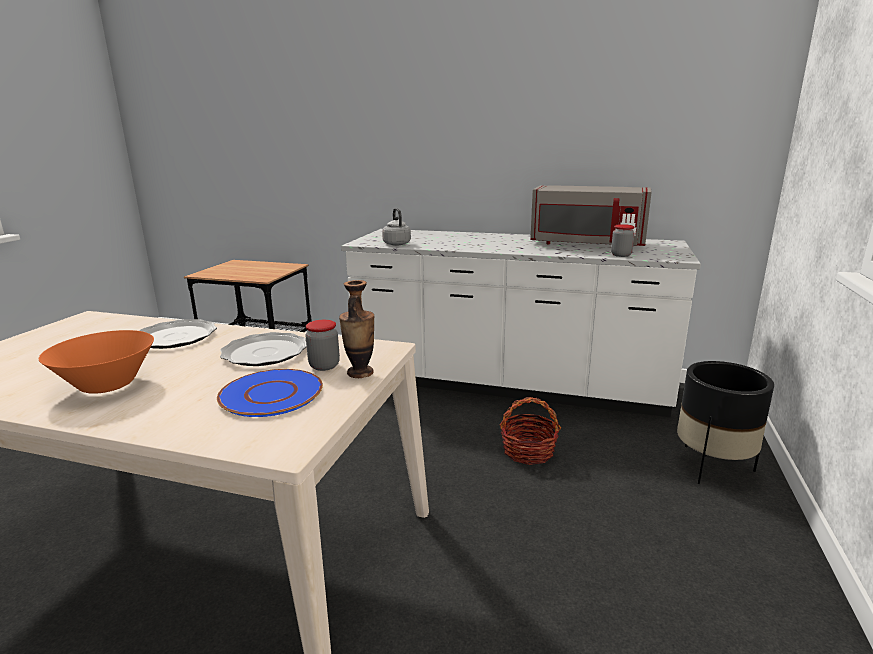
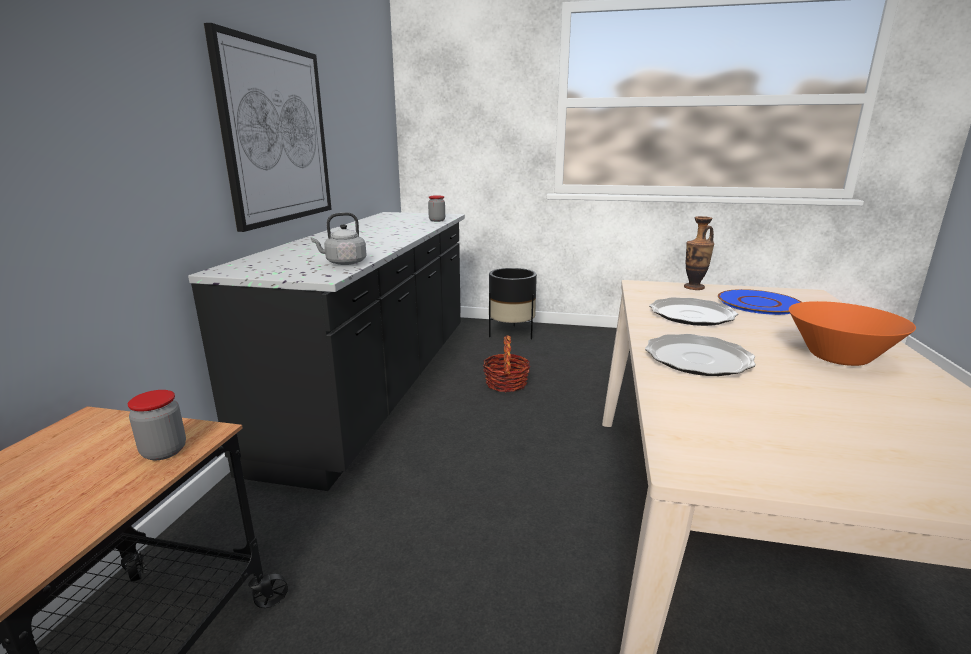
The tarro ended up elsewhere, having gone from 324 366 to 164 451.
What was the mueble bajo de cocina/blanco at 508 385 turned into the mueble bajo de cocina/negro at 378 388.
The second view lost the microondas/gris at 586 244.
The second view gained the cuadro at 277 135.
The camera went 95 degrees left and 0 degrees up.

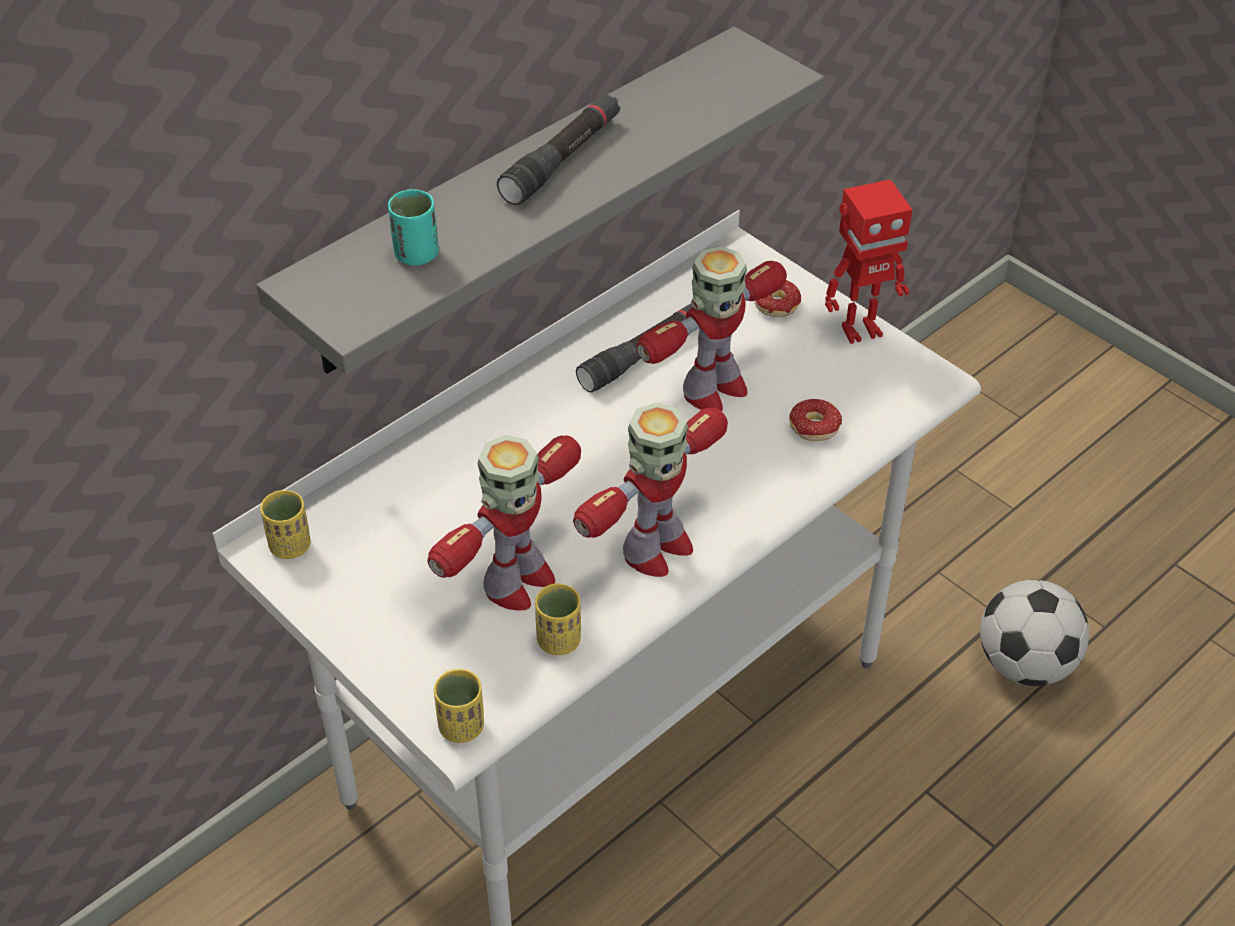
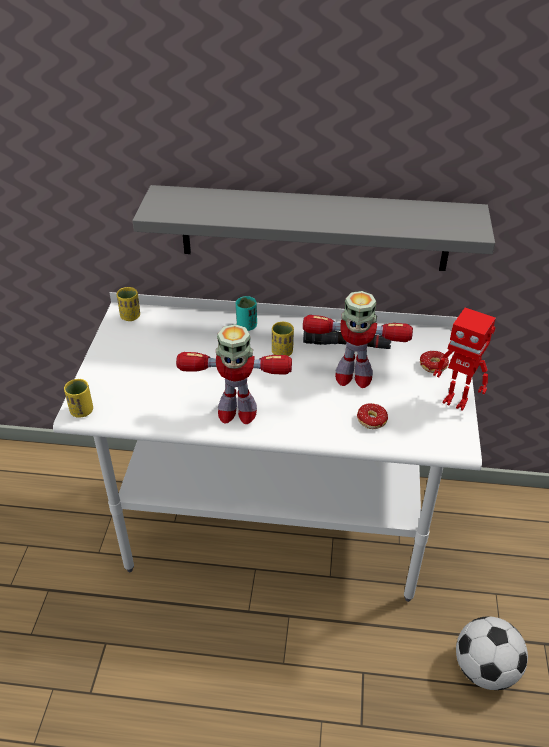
The taza/turquesa ended up elsewhere, having gone from 416 255 to 246 326.
The second view lost the robot de juguete at 517 583.
The second view lost the linterna/negro at 562 160.
The taza/amarillo ended up elsewhere, having gone from 559 641 to 282 352.
The camera went 50 degrees right and 5 degrees down.

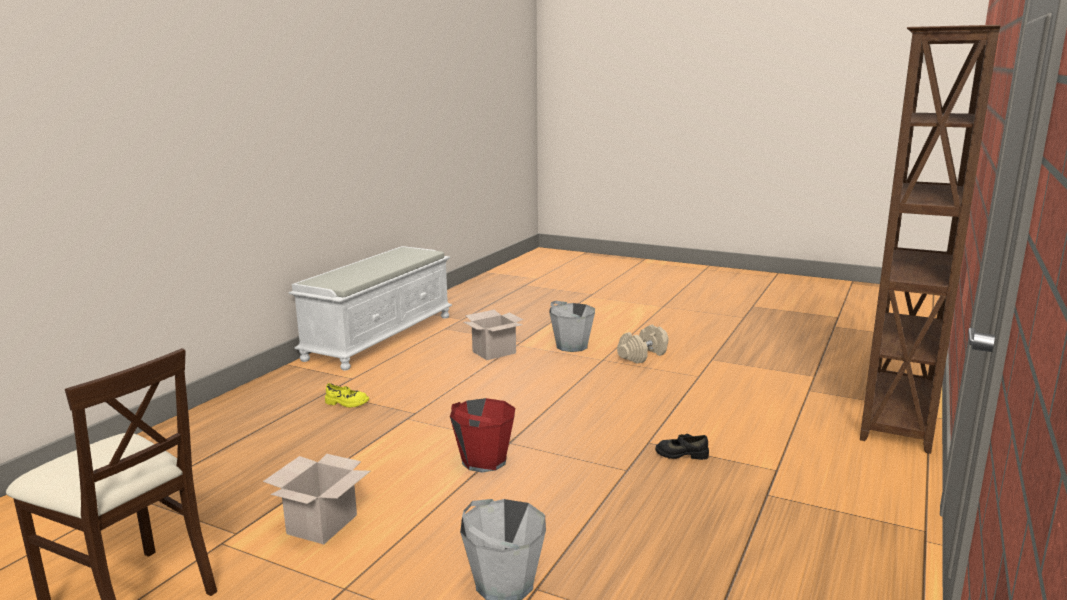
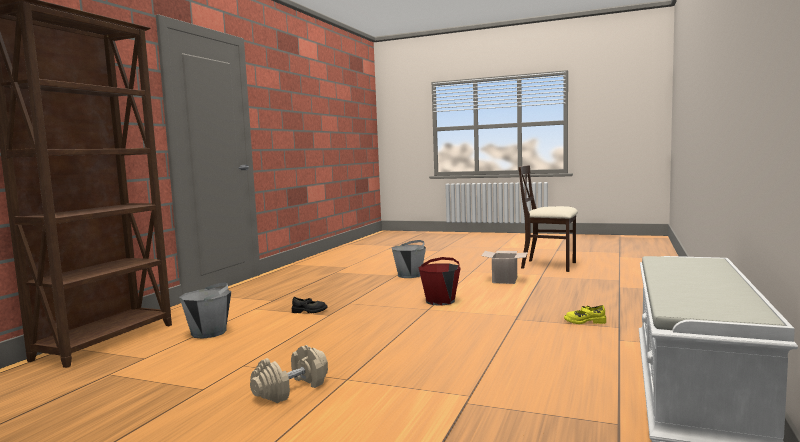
The second view lost the caja de cartón at 493 353.
The cubo/gris ended up elsewhere, having gone from 571 346 to 209 332.
The camera went 175 degrees right and 10 degrees down.

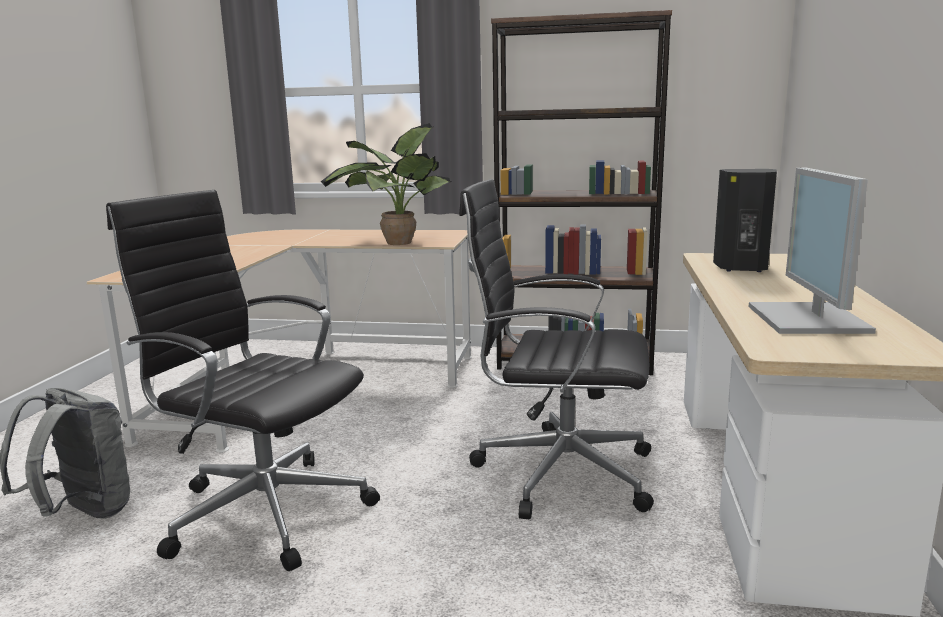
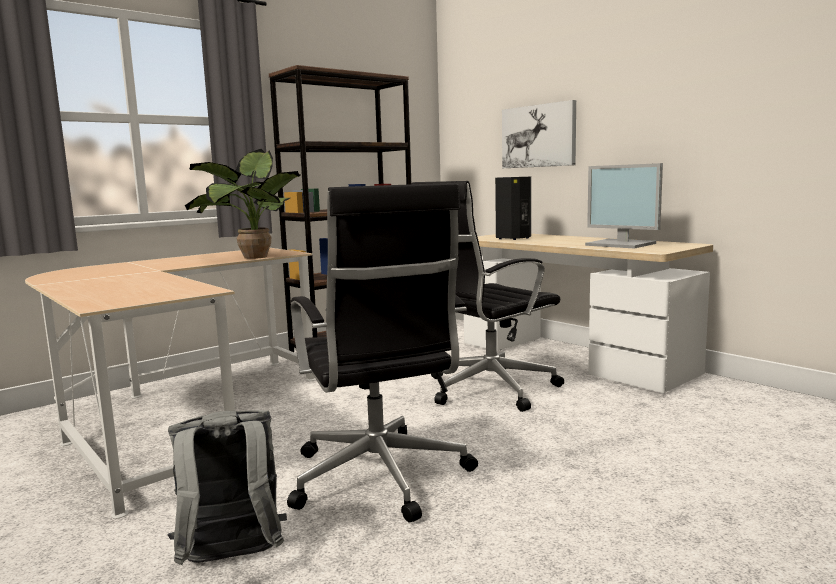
The silla de oficina/negro at 264 510 ended up facing another way, 90 degrees counterclockwise from before.
The second view gained the cuadro at 539 136.
The camera went 50 degrees left and 5 degrees down.

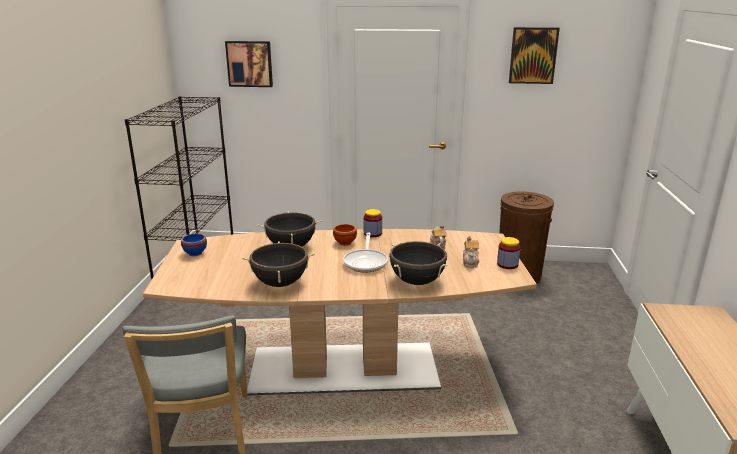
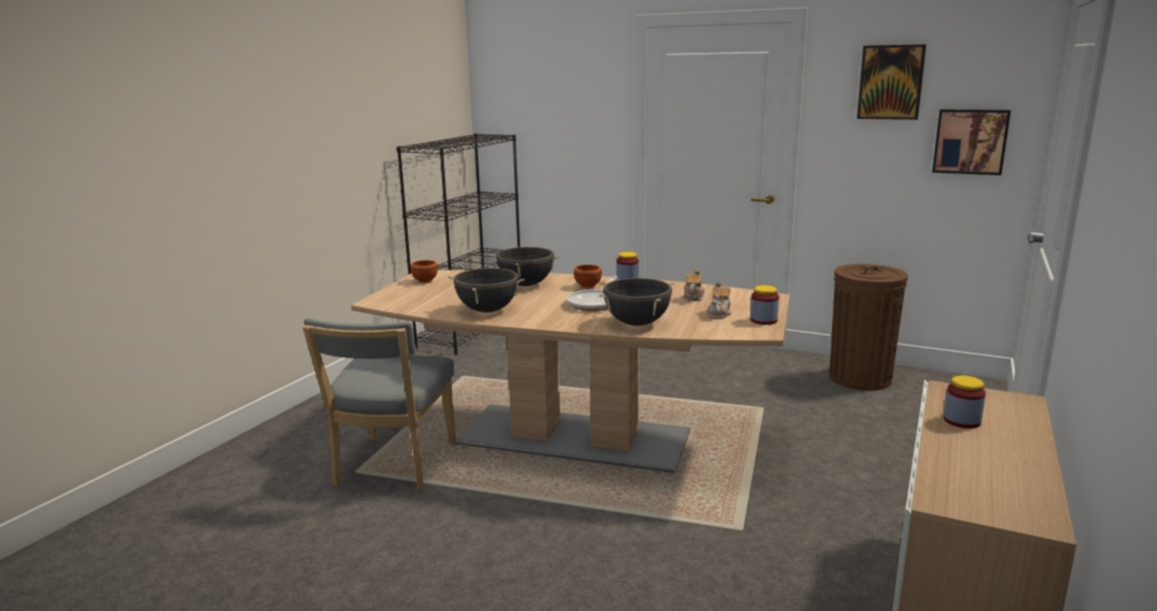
What was the cuenco/azul at 194 254 turned into the cuenco/marrón at 424 281.
The cuadro ended up elsewhere, having gone from 250 63 to 970 141.
The second view gained the tarro at 961 421.
The camera went 20 degrees right and 5 degrees down.

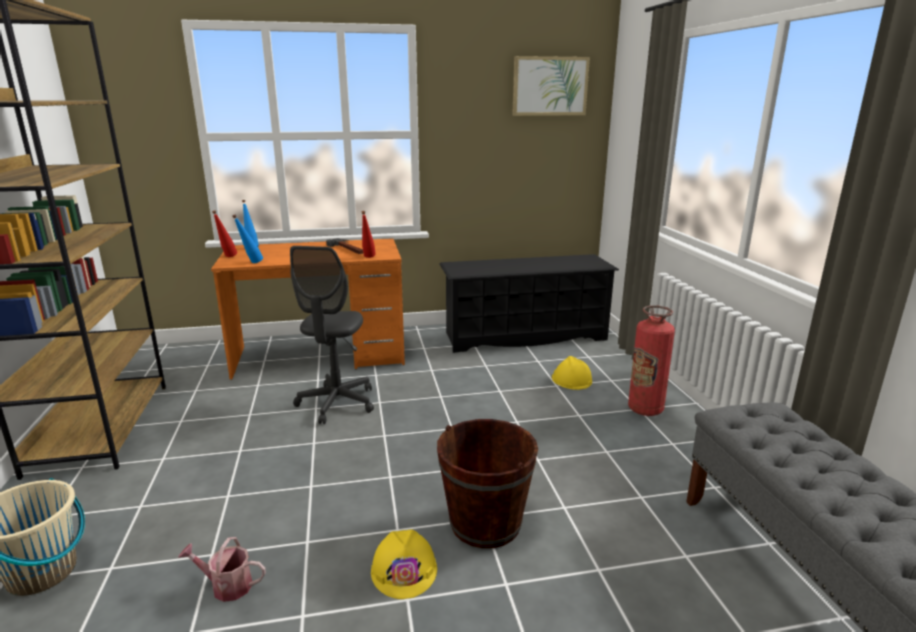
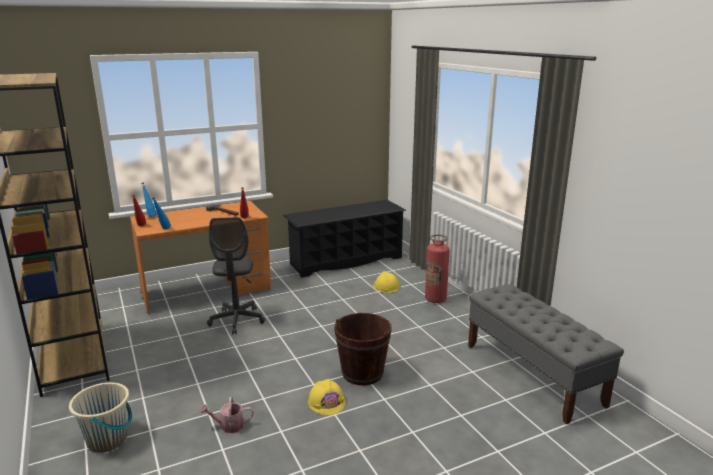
The second view lost the cuadro at 550 86.
The camera went 15 degrees left and 0 degrees up.

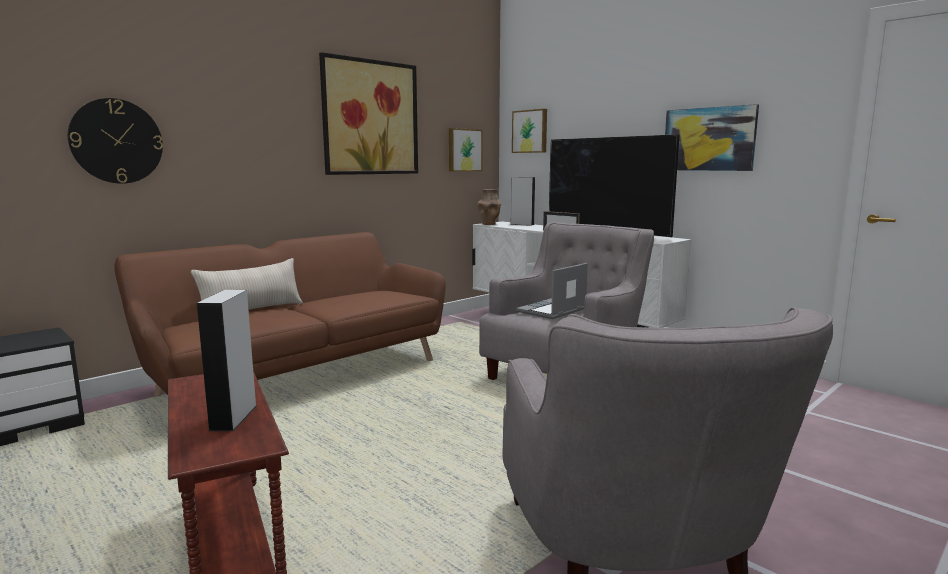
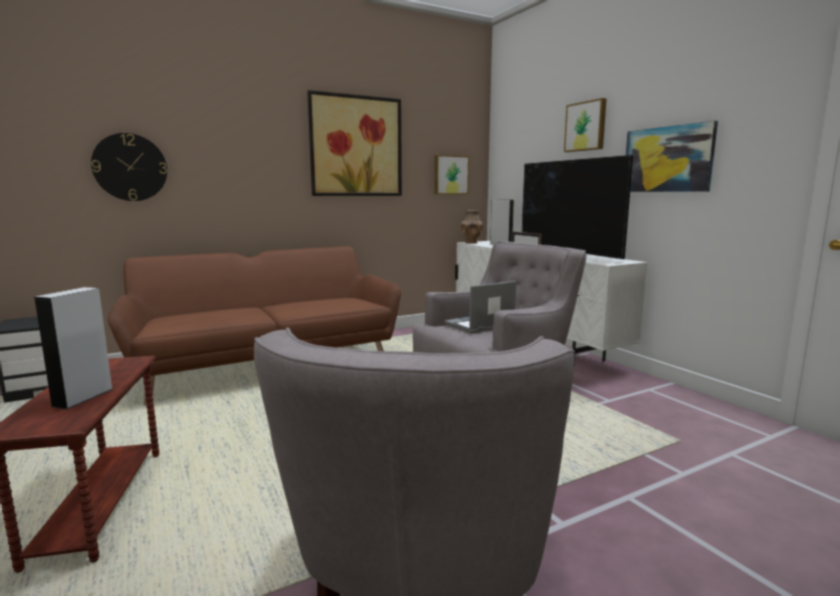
The second view lost the cojín/beis at 252 310.
The cuadro ended up elsewhere, having gone from 530 131 to 586 126.
The camera went 15 degrees right and 0 degrees up.

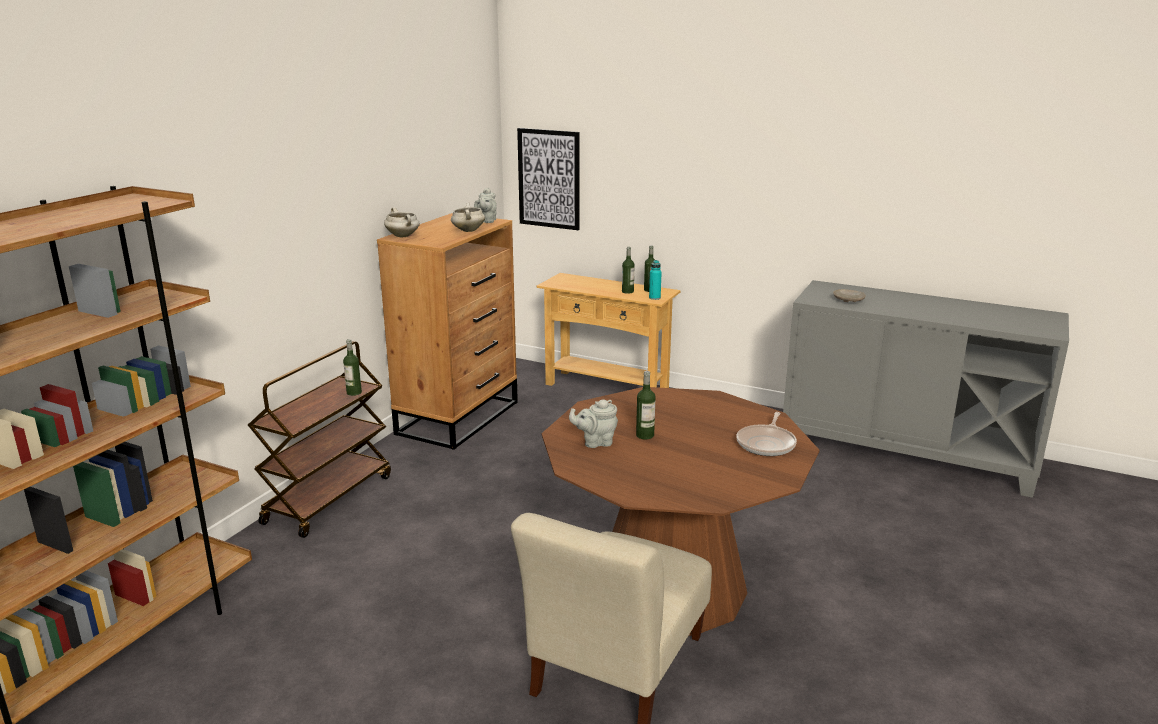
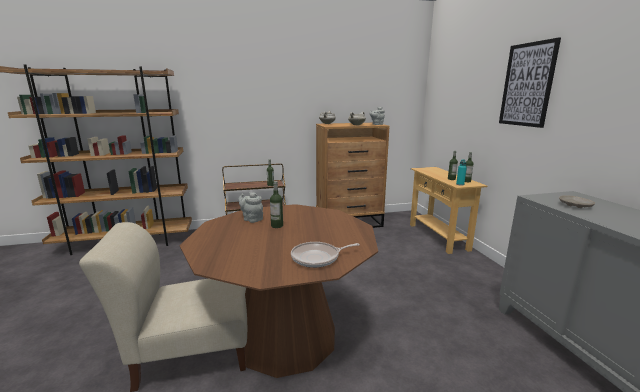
The cuadro ended up elsewhere, having gone from 549 179 to 527 85.
The camera went 50 degrees right and 5 degrees down.

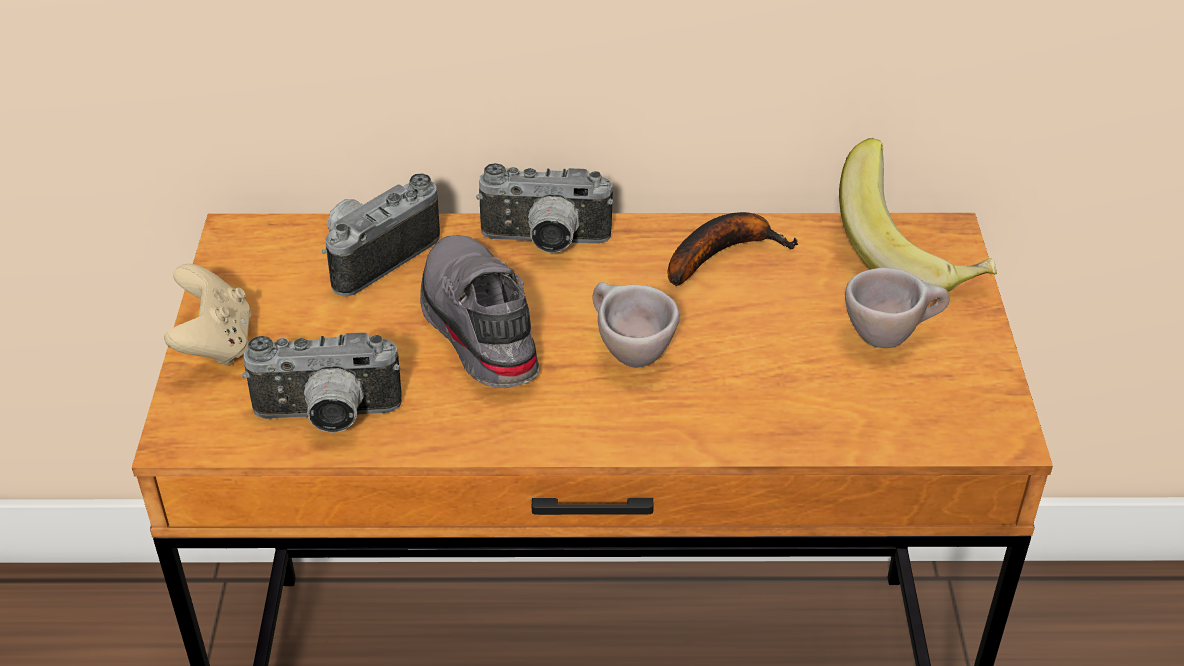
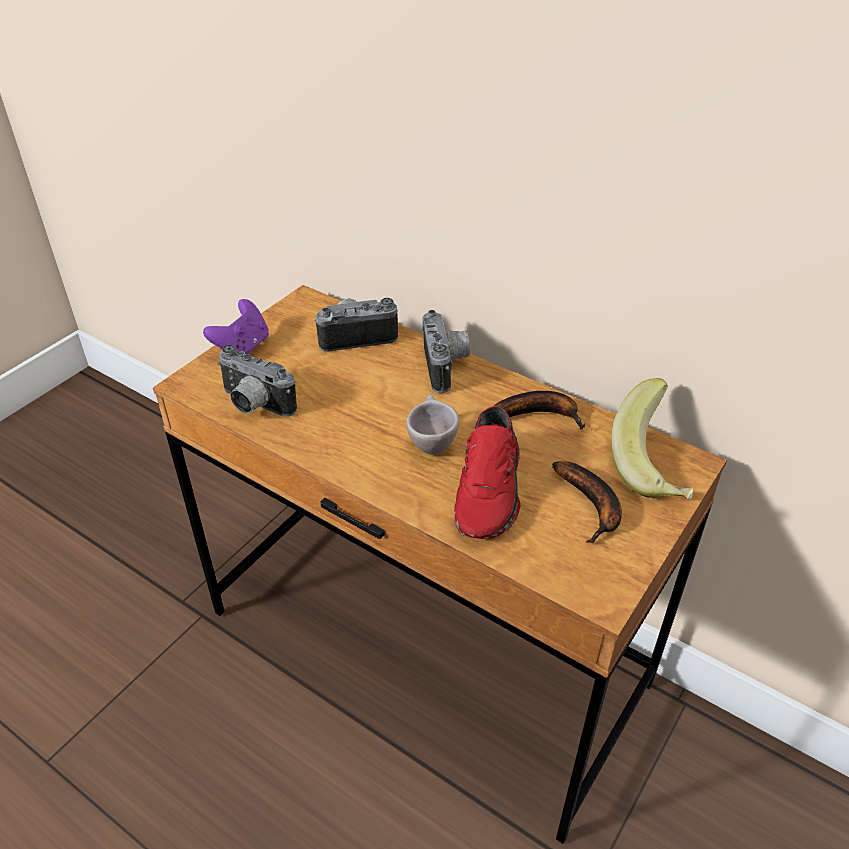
What was the mando de consola/beis at 215 344 turned into the mando de consola/morado at 242 347.
The second view lost the zapato/gris at 476 327.
The cámara at 545 244 ended up facing another way, 135 degrees counterclockwise from before.
Where the taza/beis stood at 891 336, the plátano came to stand at 592 506.
The second view gained the zapato/rojo at 490 491.
The camera went 35 degrees right and 0 degrees up.

